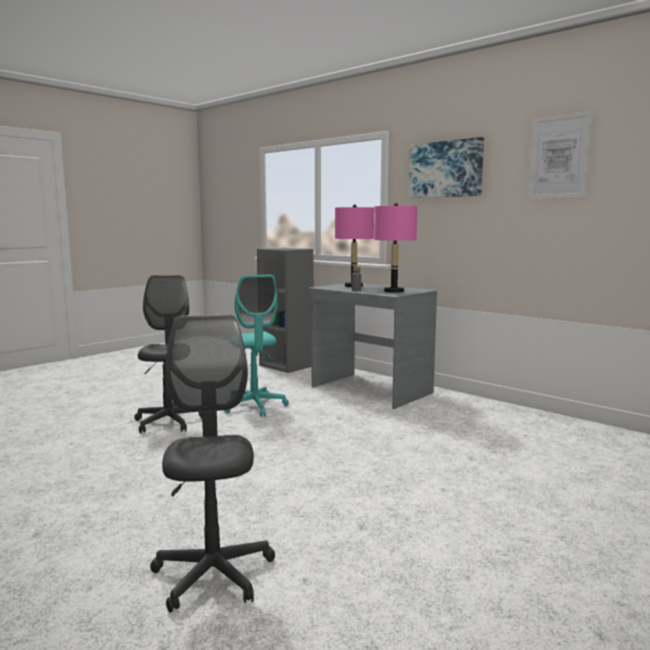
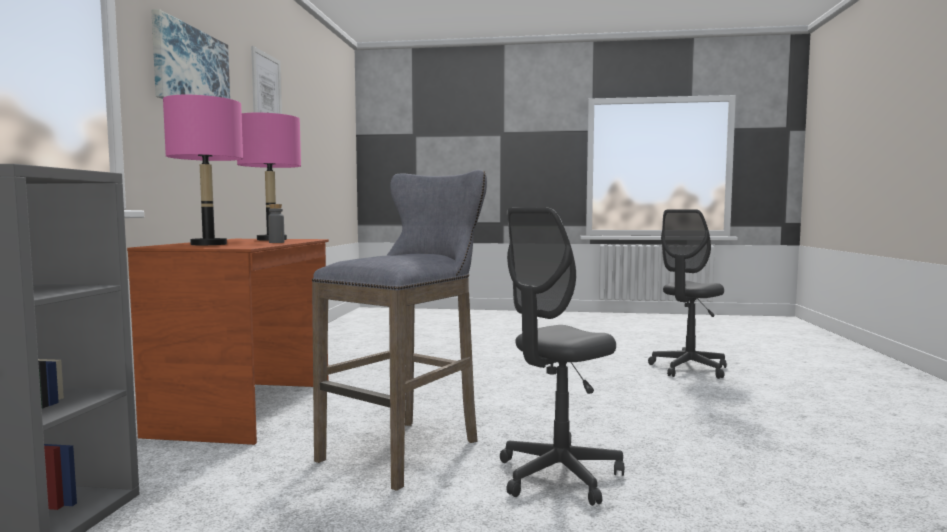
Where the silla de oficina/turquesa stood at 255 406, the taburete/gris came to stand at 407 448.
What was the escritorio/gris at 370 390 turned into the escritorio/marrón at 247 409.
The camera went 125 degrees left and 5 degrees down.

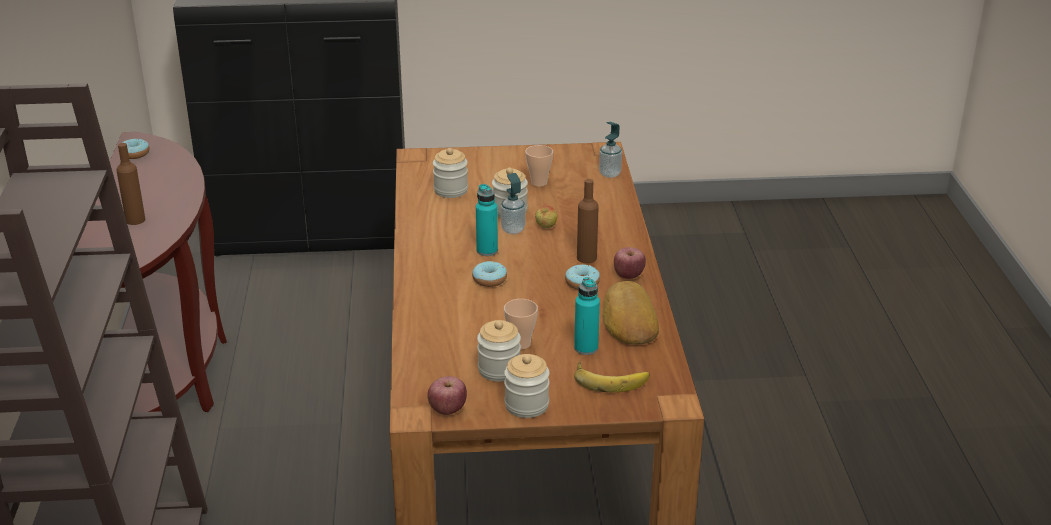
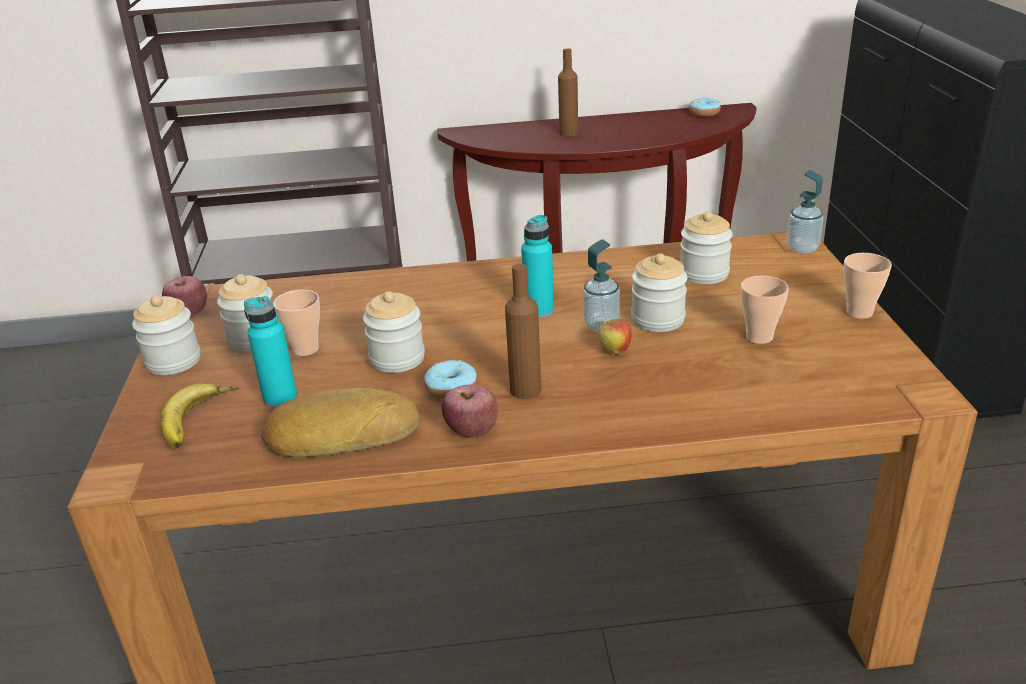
The second view lost the rosquilla at 489 280.
The dispensador de jabón ended up elsewhere, having gone from 610 174 to 802 249.
The second view gained the tarro at 397 359.
The second view gained the taza at 859 312.
The camera went 90 degrees right and 0 degrees up.

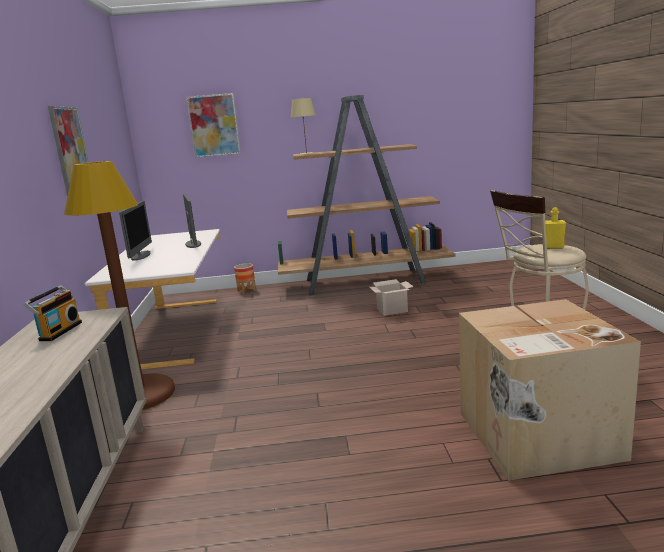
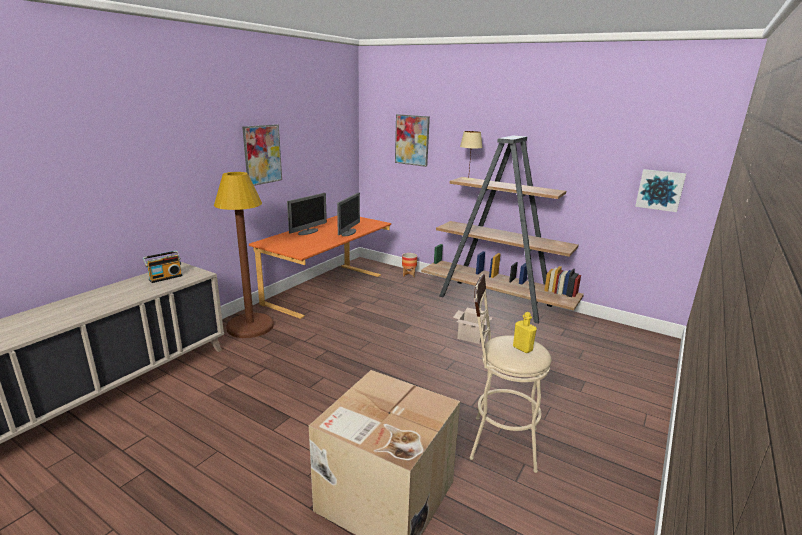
What was the escritorio/blanco at 177 331 turned into the escritorio/naranja at 327 290.
The second view gained the cuadro at 660 190.
The camera went 35 degrees right and 5 degrees up.

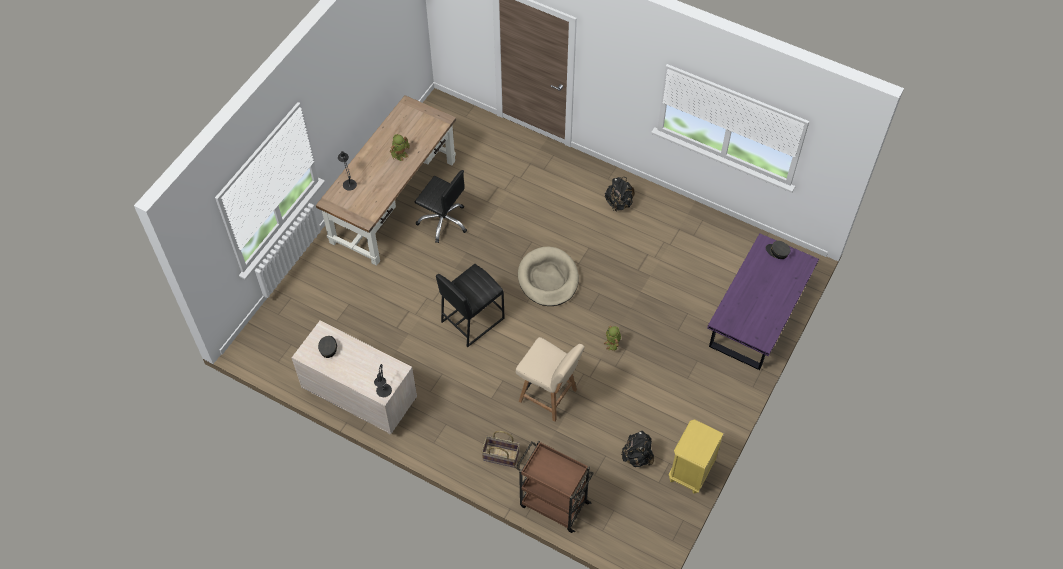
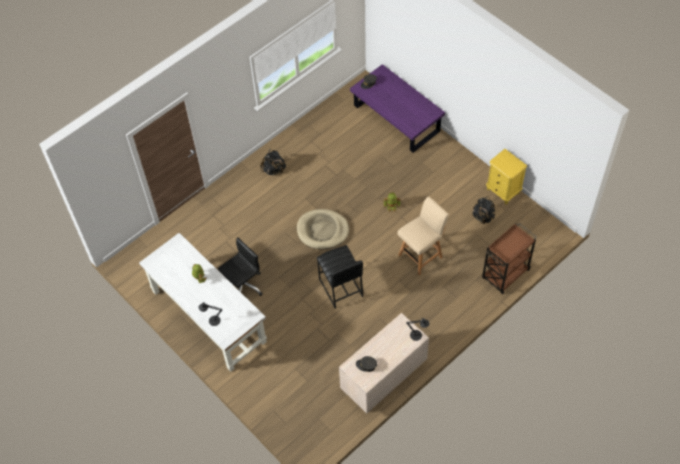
What was the escritorio/marrón at 393 200 turned into the escritorio/blanco at 208 316.
The second view lost the cesta at 500 456.
The camera went 70 degrees left and 0 degrees up.

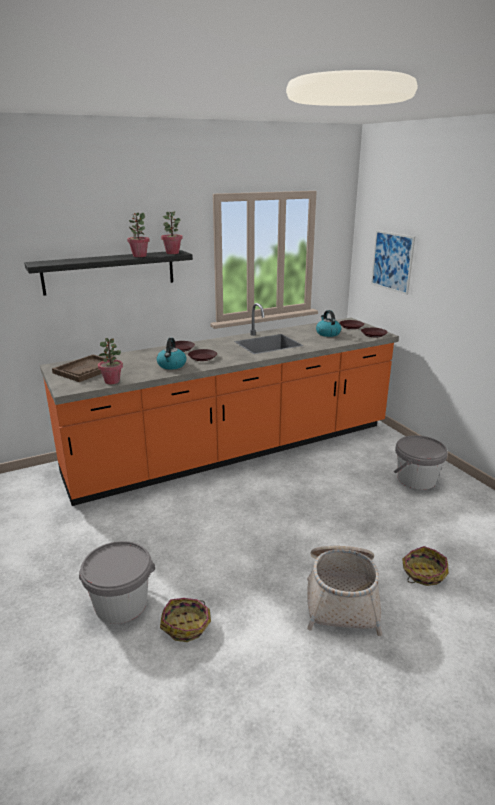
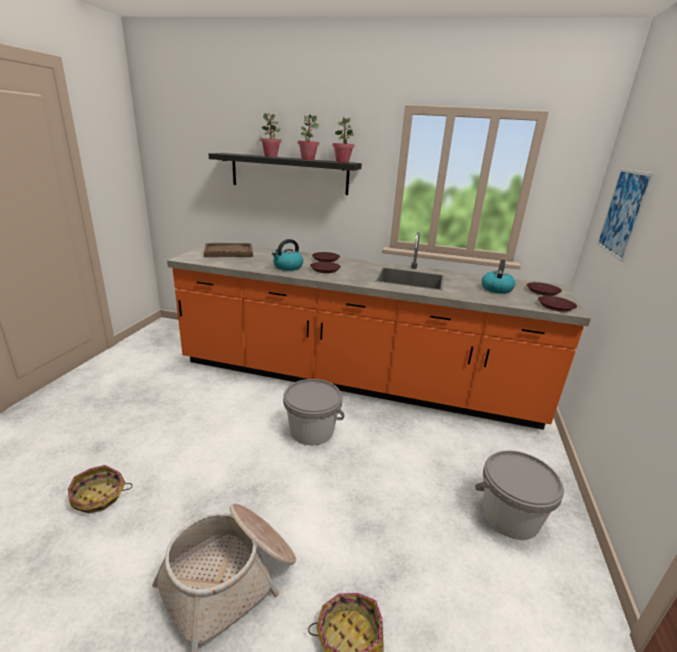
The cubo/gris ended up elsewhere, having gone from 121 603 to 311 431.
The planta en maceta ended up elsewhere, having gone from 112 381 to 271 156.
The camera went 40 degrees right and 0 degrees up.

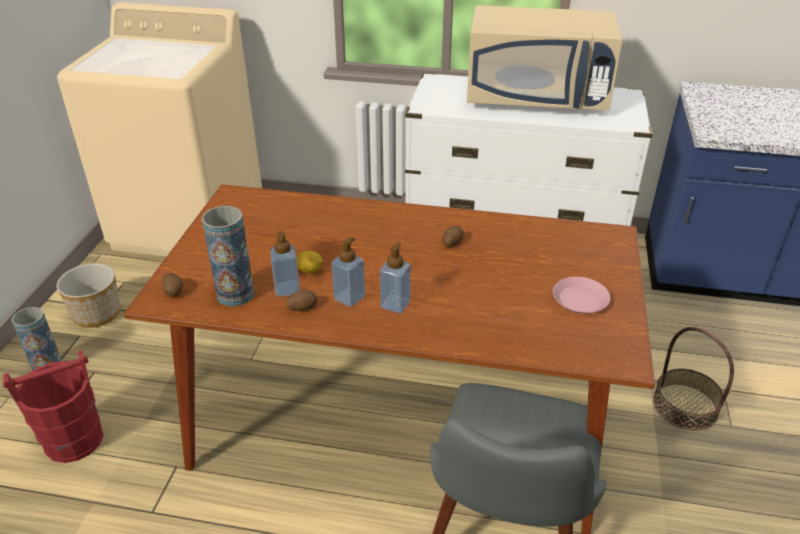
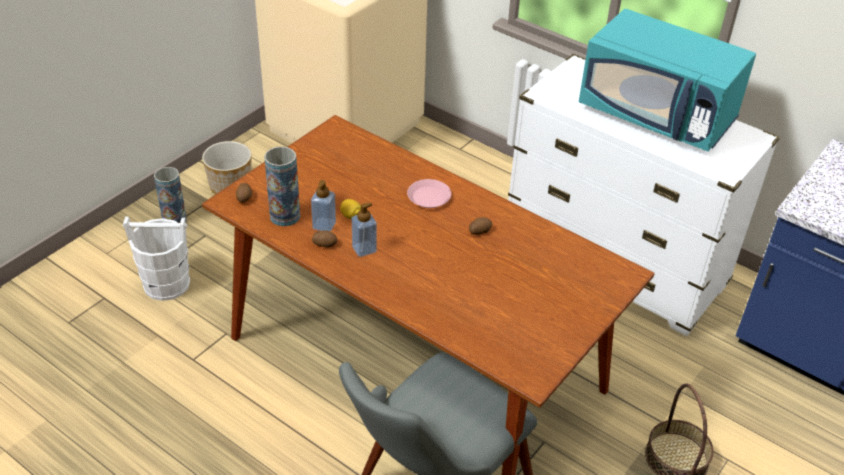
What was the cubo/rojo at 73 440 turned into the cubo/blanco at 166 284.
The second view lost the dispensador de jabón at 395 304.
What was the microondas/beis at 537 98 turned into the microondas/turquesa at 657 115.
The plato/rosa ended up elsewhere, having gone from 580 299 to 429 197.
The camera went 25 degrees right and 5 degrees up.

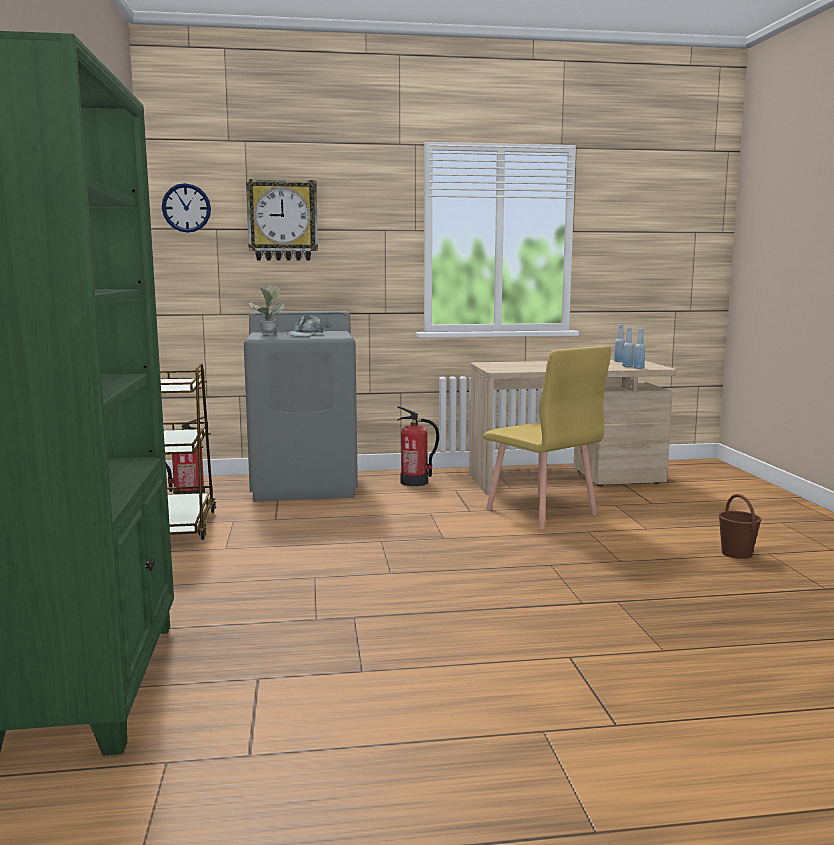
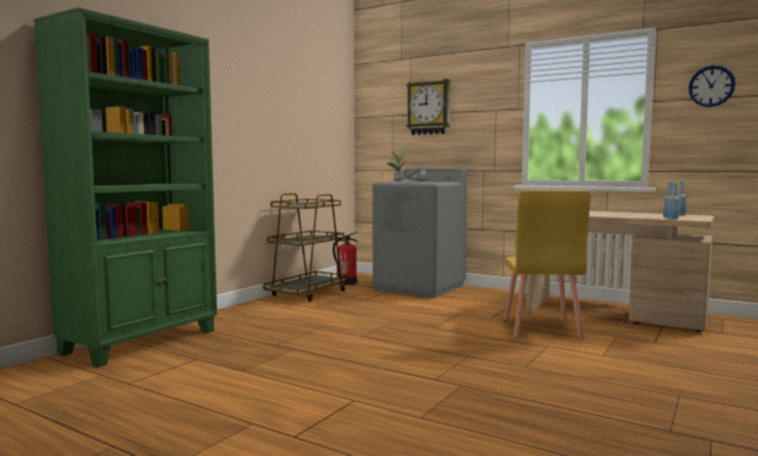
The reloj de pared ended up elsewhere, having gone from 186 208 to 711 86.
The second view lost the extintor at 415 482.
The second view lost the cubo/marrón at 736 553.
The camera went 40 degrees right and 5 degrees down.

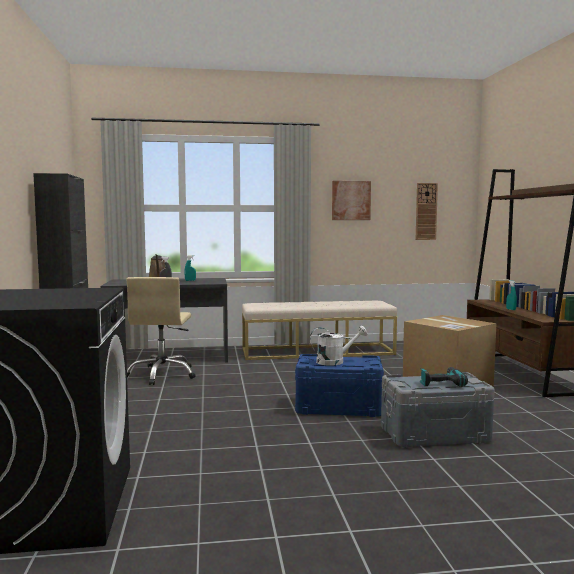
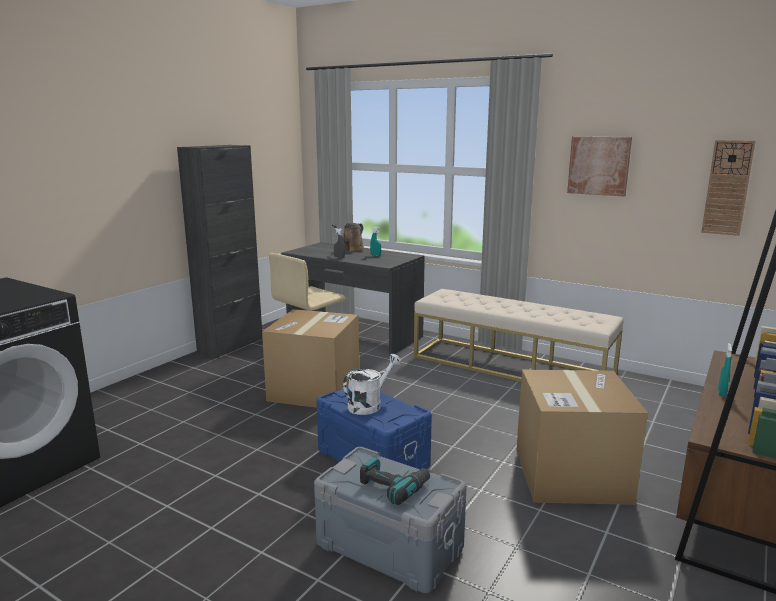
The regadera/blanco at 335 362 ended up facing another way, 75 degrees counterclockwise from before.
The second view gained the caja de cartón at 314 390.
The camera went 40 degrees right and 10 degrees up.

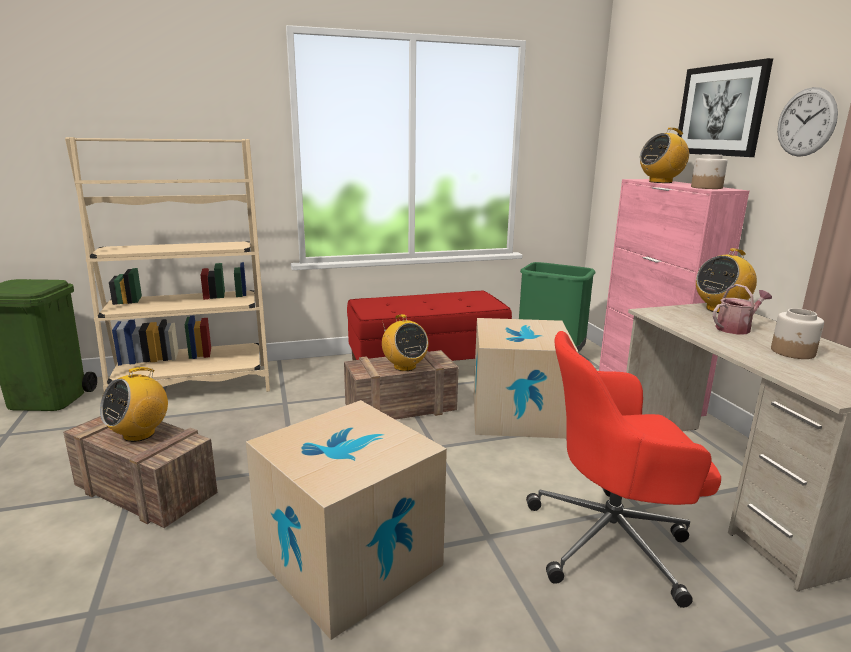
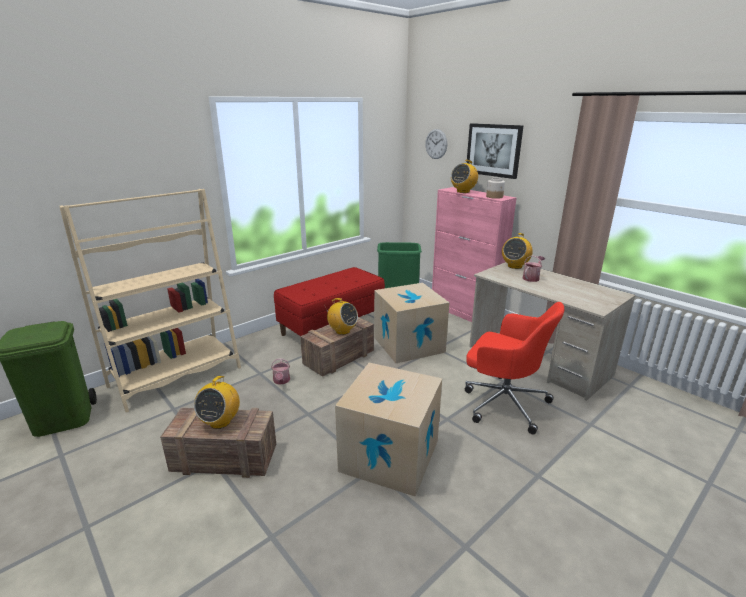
The silla de oficina/rojo at 612 541 ended up facing another way, 120 degrees counterclockwise from before.
The second view lost the tarro at 793 352.
The reloj de pared ended up elsewhere, having gone from 806 122 to 436 144.
The second view gained the regadera at 281 381.
The camera went 25 degrees left and 5 degrees up.

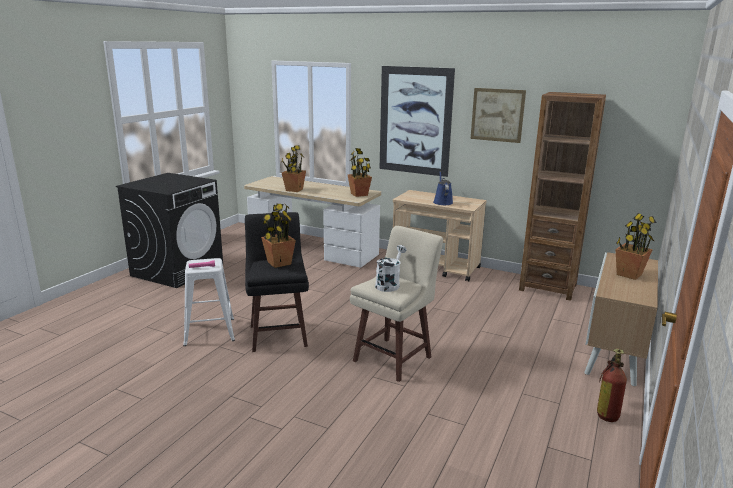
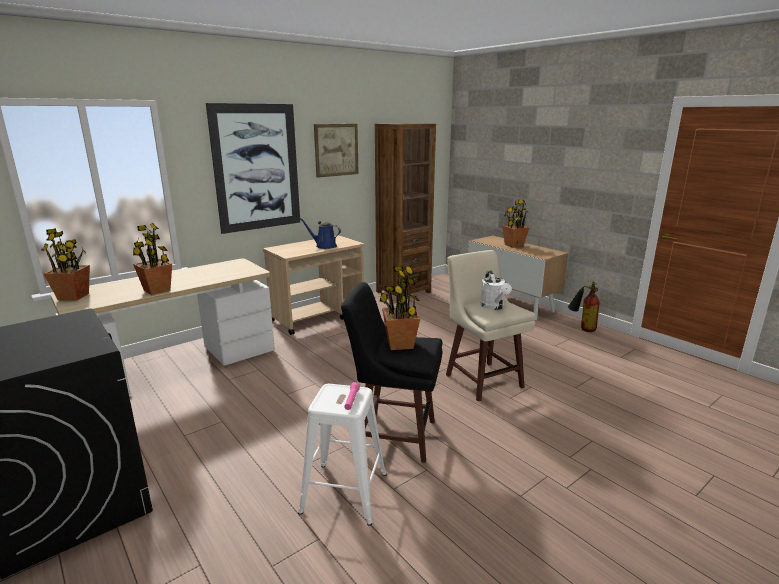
The planta en maceta ended up elsewhere, having gone from 359 194 to 73 296.
The regadera/blanco at 389 284 ended up facing another way, 150 degrees counterclockwise from before.
The camera went 65 degrees left and 0 degrees up.

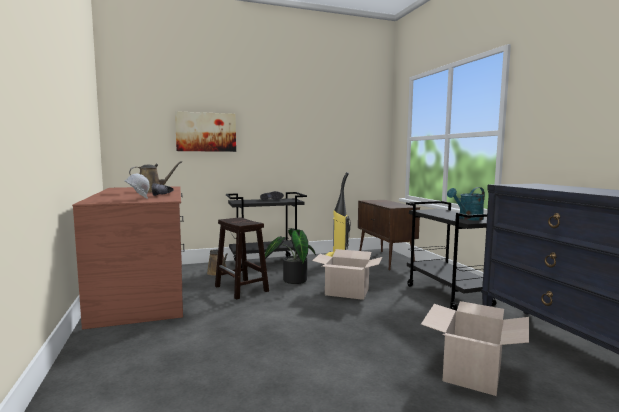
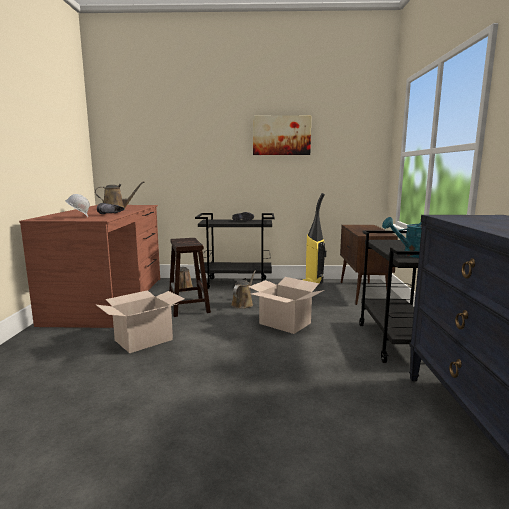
The cuadro ended up elsewhere, having gone from 206 132 to 281 135.
Where the planta en maceta stood at 292 280, the regadera/marrón came to stand at 243 304.
The caja de cartón ended up elsewhere, having gone from 473 373 to 143 340.
The camera went 20 degrees right and 5 degrees up.

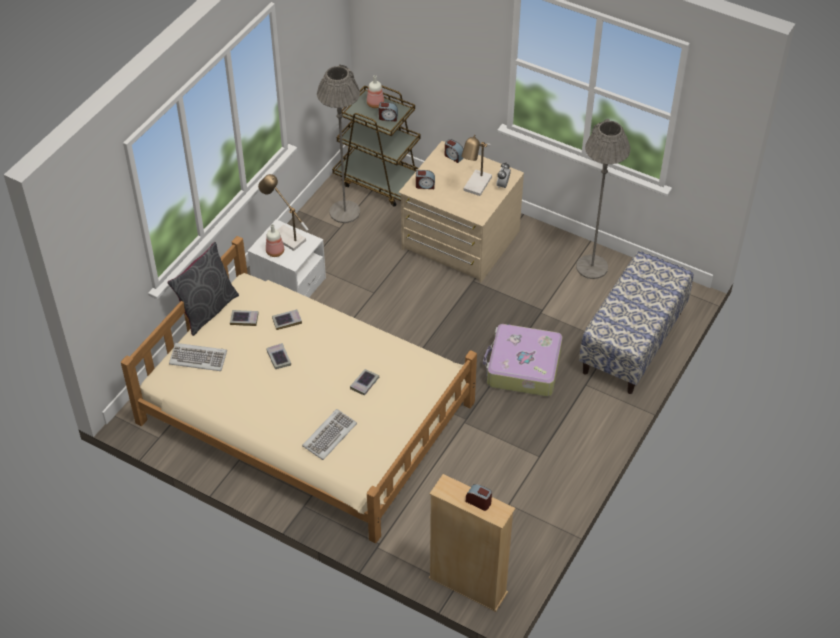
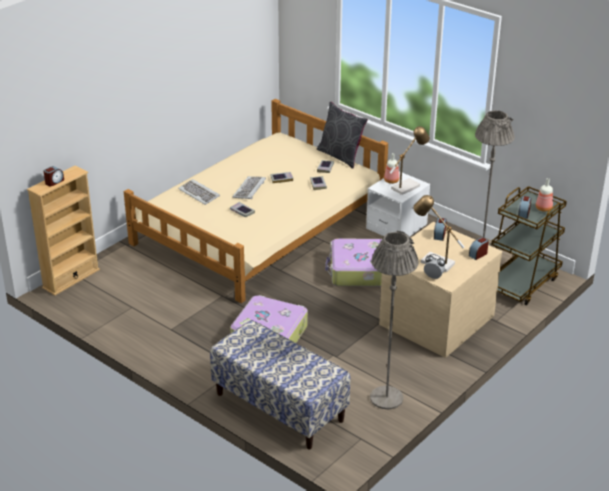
The teclado ended up elsewhere, having gone from 198 358 to 249 189.
The second view gained the maleta at 358 271.
The camera went 100 degrees right and 15 degrees down.

